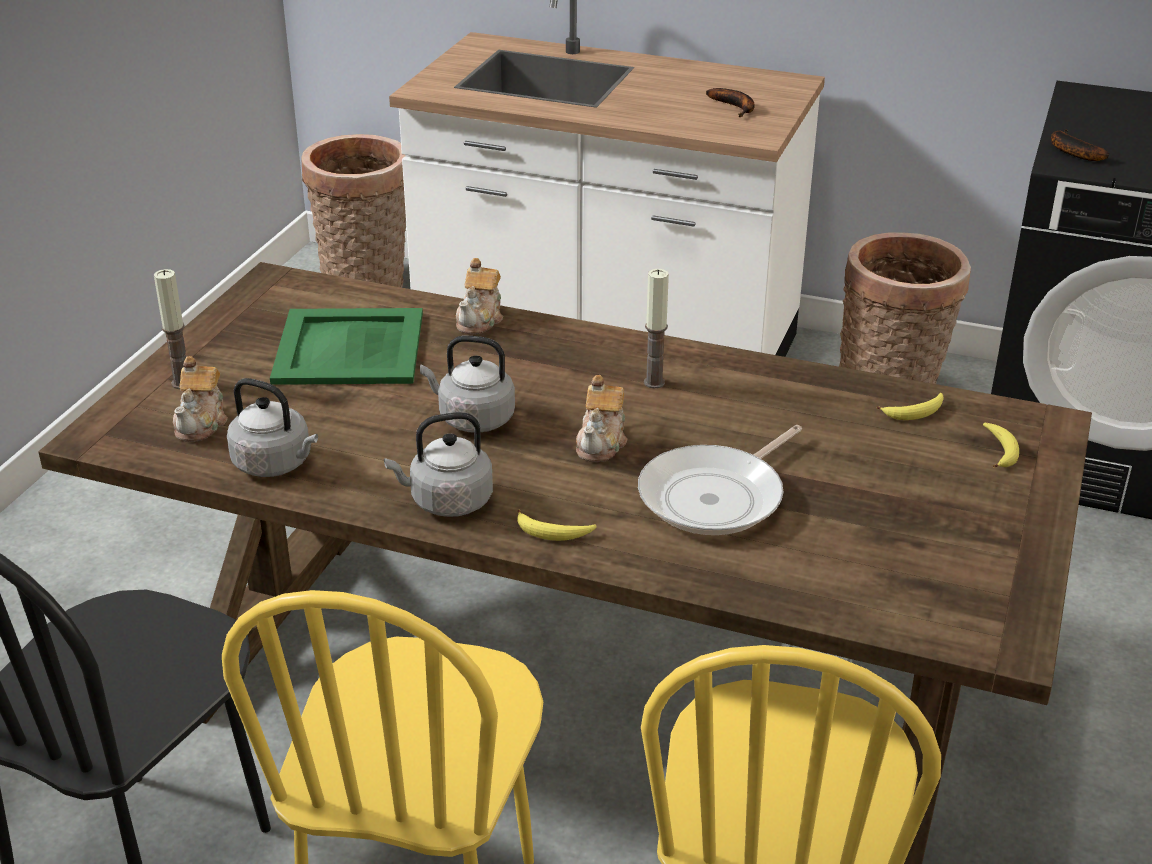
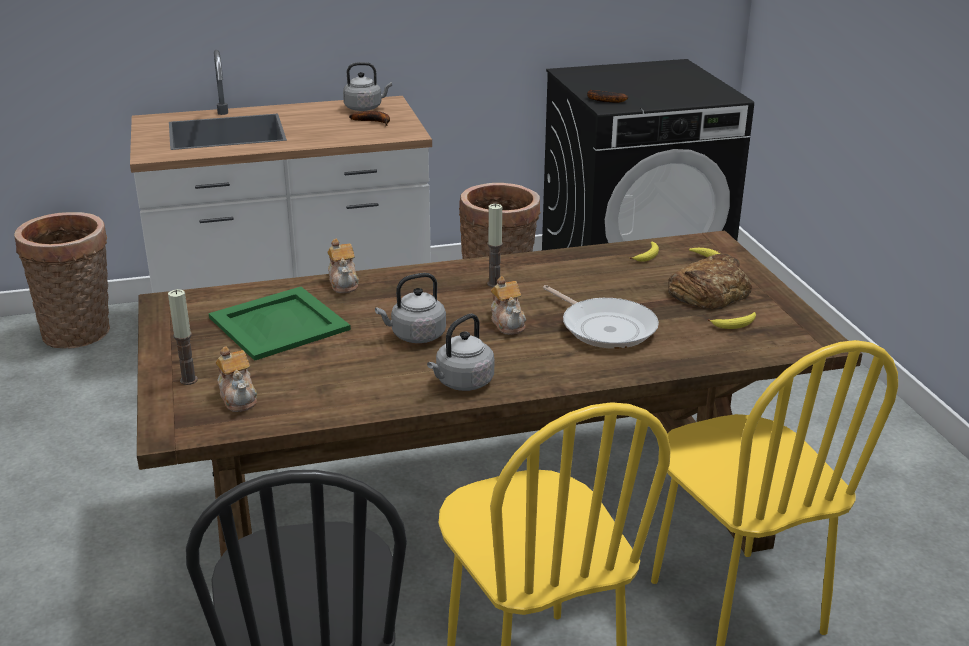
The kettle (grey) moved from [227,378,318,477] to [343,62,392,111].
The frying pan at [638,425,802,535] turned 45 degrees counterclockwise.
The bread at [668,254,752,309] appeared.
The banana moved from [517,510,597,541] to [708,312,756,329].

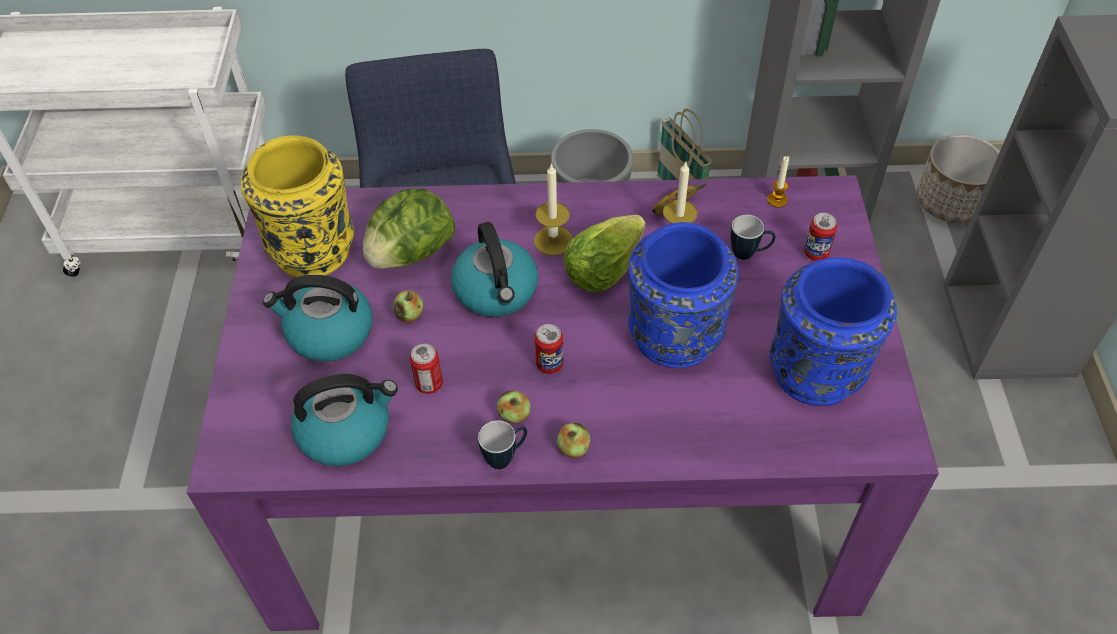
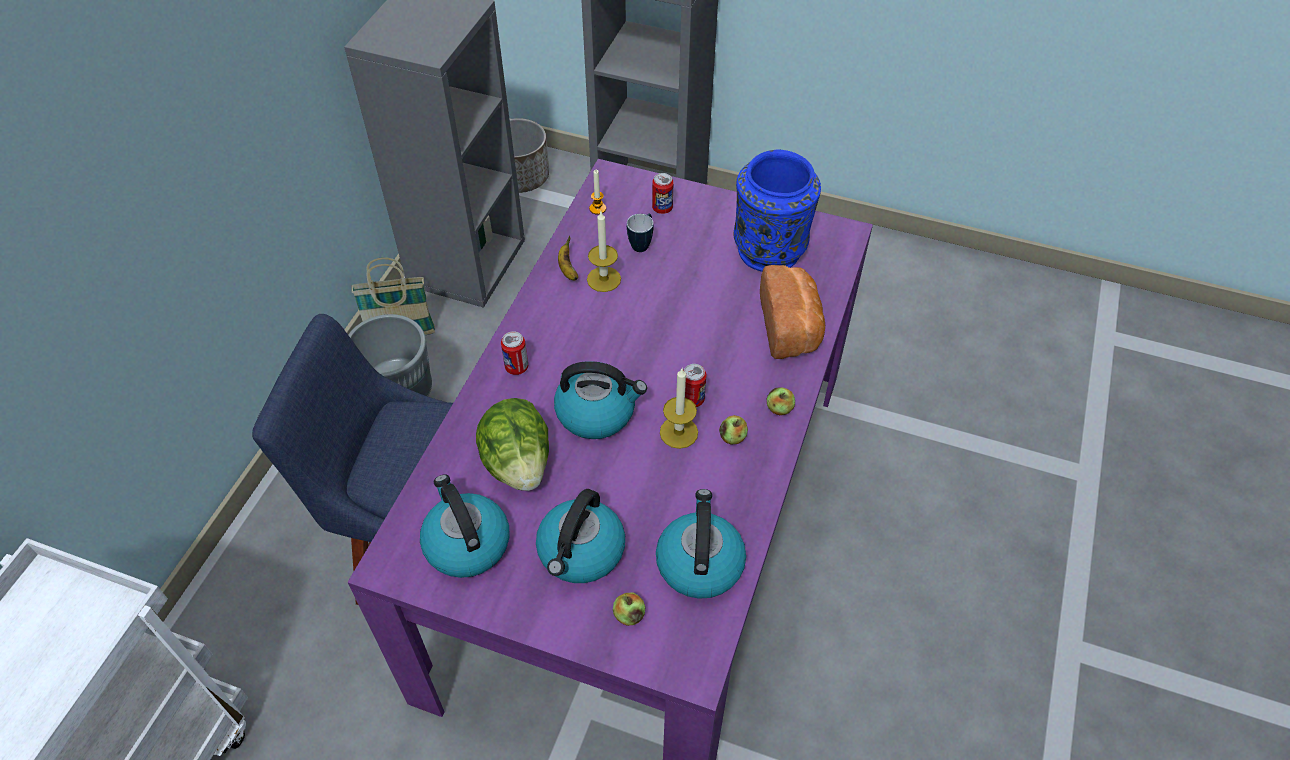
The vase (yellow) at [241,136,354,278] was replaced by the kettle at [420,474,510,578].
The can moved from [410,344,443,394] to [501,331,528,375].
The apple moved from [393,290,423,322] to [613,593,645,626].
The candle moved from [534,163,573,256] to [660,368,698,449].
The bread at [760,265,825,359] appeared.
The mug at [478,421,527,469] disappeared.
The lettuce at [563,215,646,292] disappeared.
The vase (blue) at [628,222,738,368] disappeared.

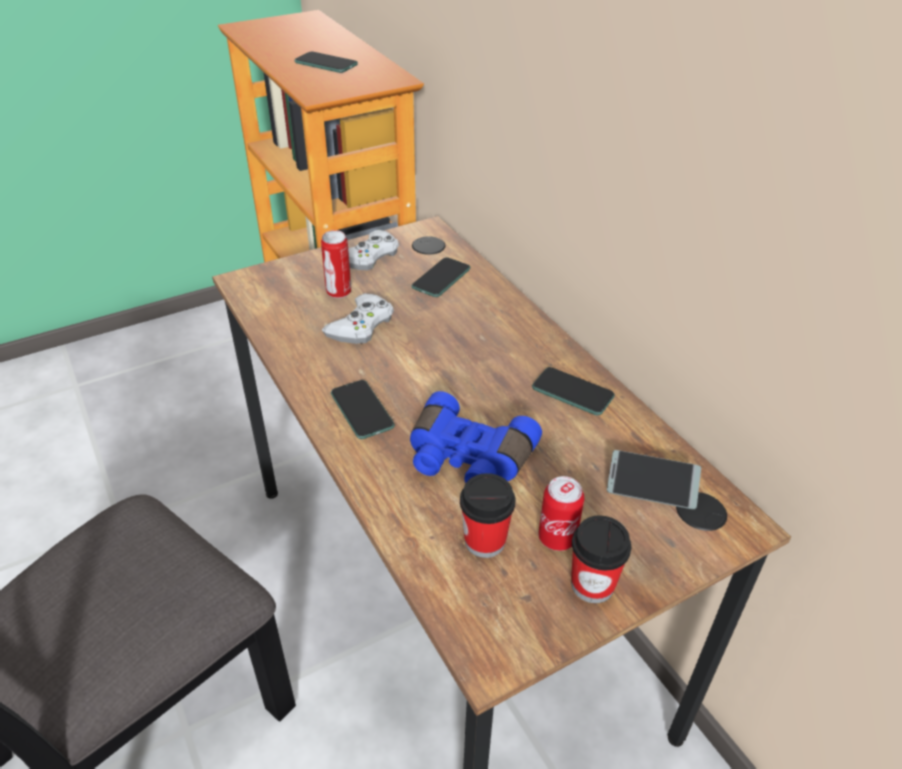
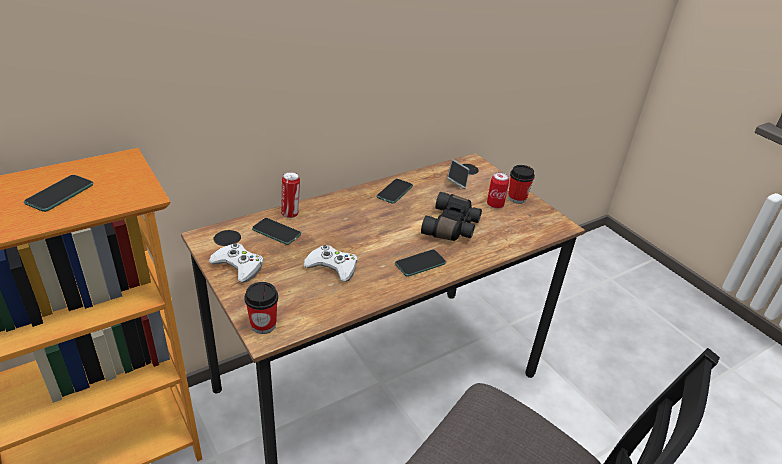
The cup moved from [460,473,515,558] to [245,282,278,334].
The can moved from [321,230,351,298] to [281,172,300,218].
The binoculars (blue) at [410,391,542,483] became the binoculars (black) at [421,192,482,241].

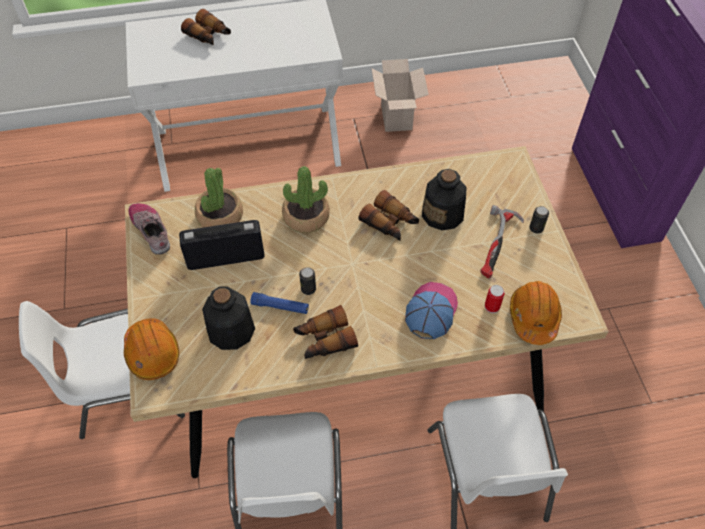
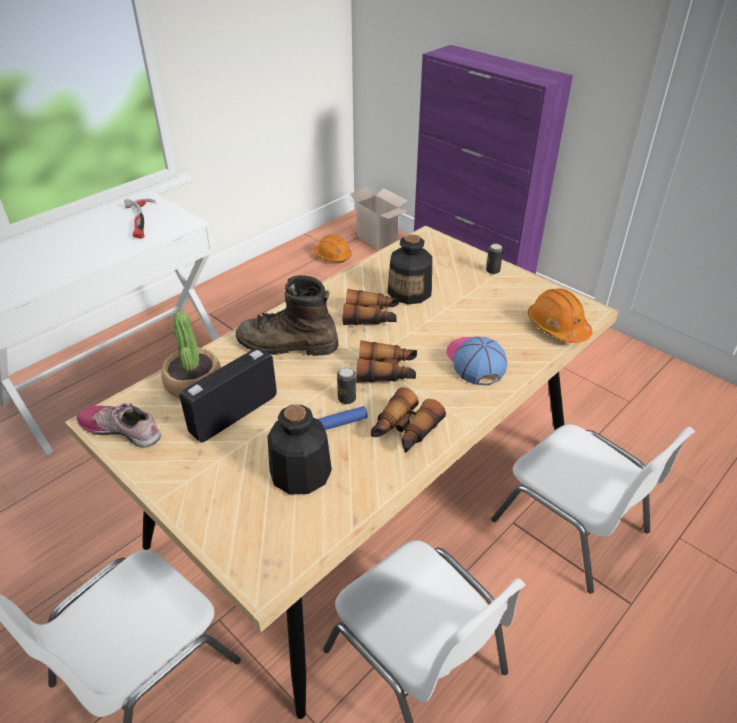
The hammer moved from [480,205,524,278] to [124,199,156,239].
The potted plant at [282,166,330,233] was replaced by the boot (brown) at [236,275,338,356].
The hard hat (orange) moved from [124,318,179,380] to [313,235,352,263].
The cardboard box moved from [371,59,429,132] to [349,187,407,250].
The binoculars moved from [181,9,231,46] to [356,340,417,382].
The can at [485,285,505,313] disappeared.

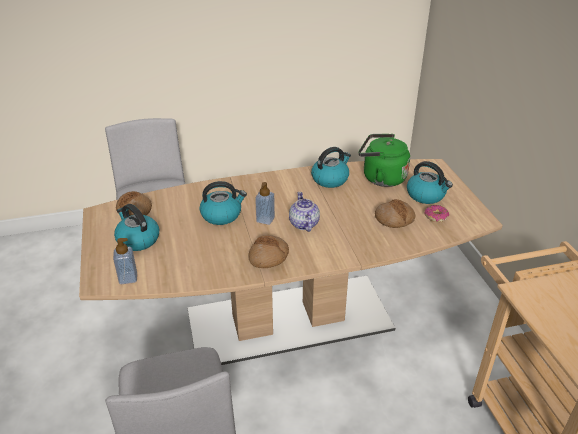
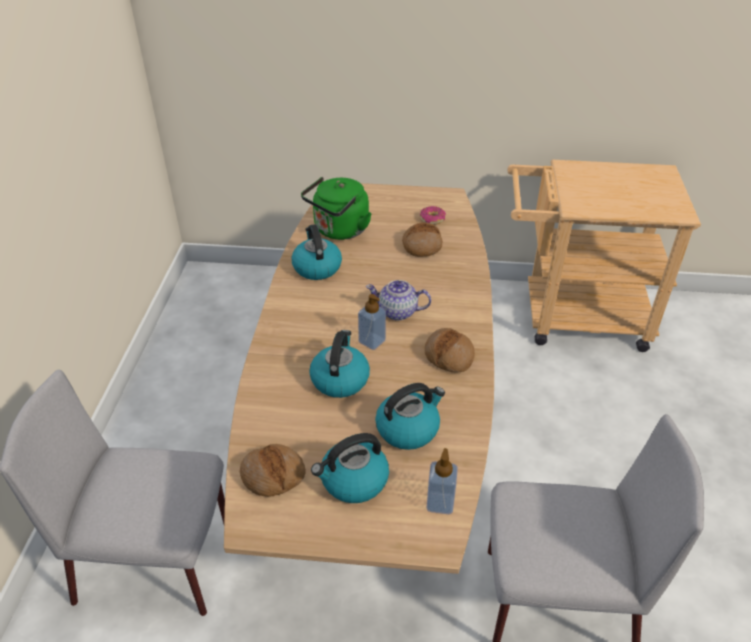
The kettle moved from [407,161,453,204] to [375,383,445,450].

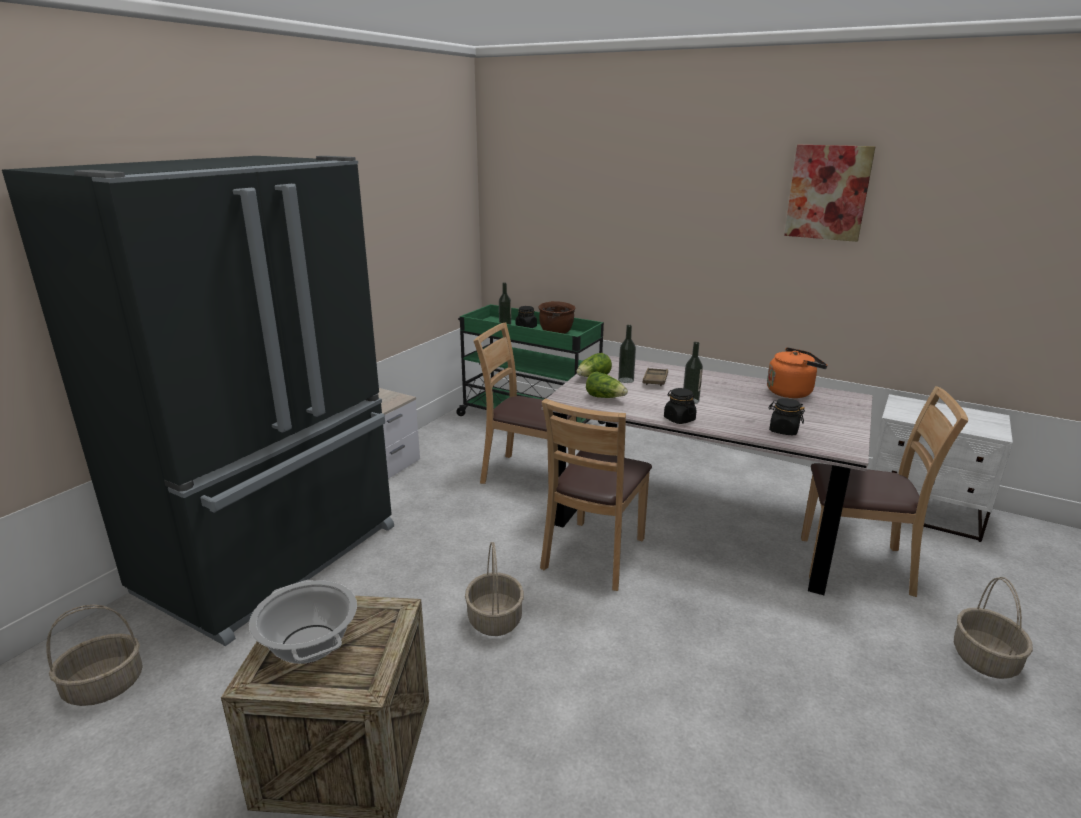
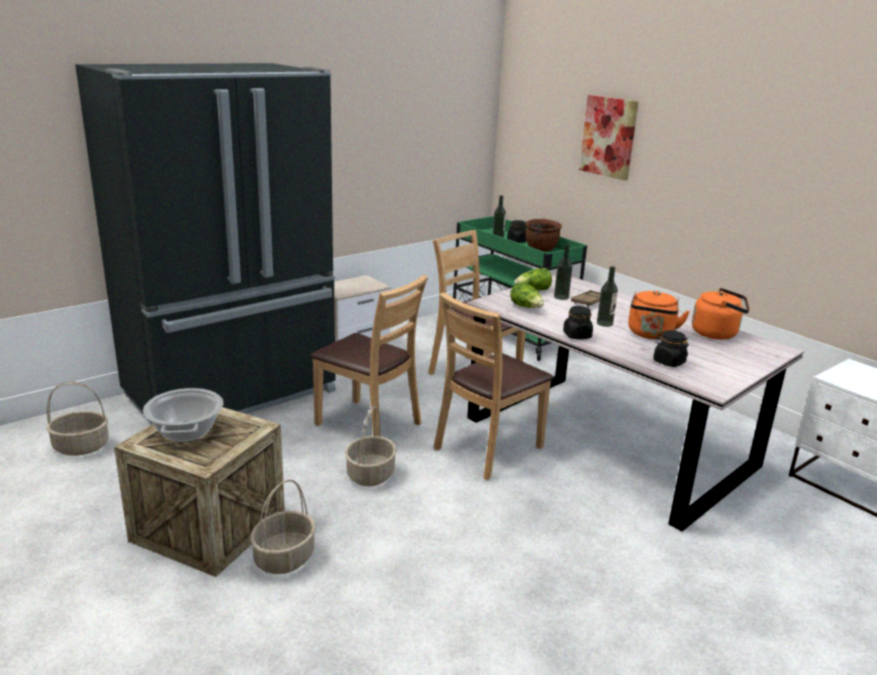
The basket moved from [954,577,1033,679] to [250,480,316,574].
The chair (brown) moved from [801,386,968,597] to [310,275,428,436].
The picture moved from [784,145,876,242] to [579,95,639,181].
The kettle (orange) at [628,291,690,339] appeared.

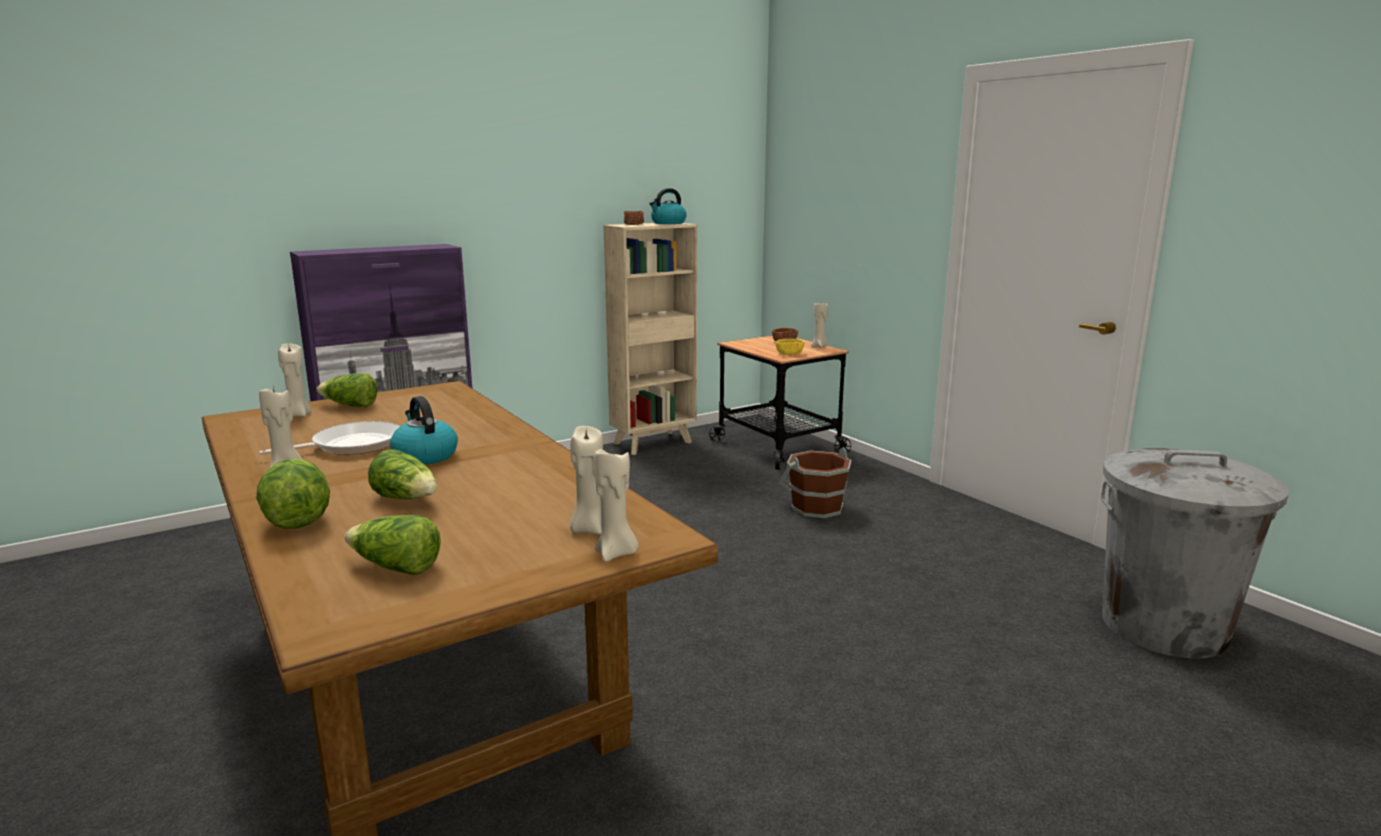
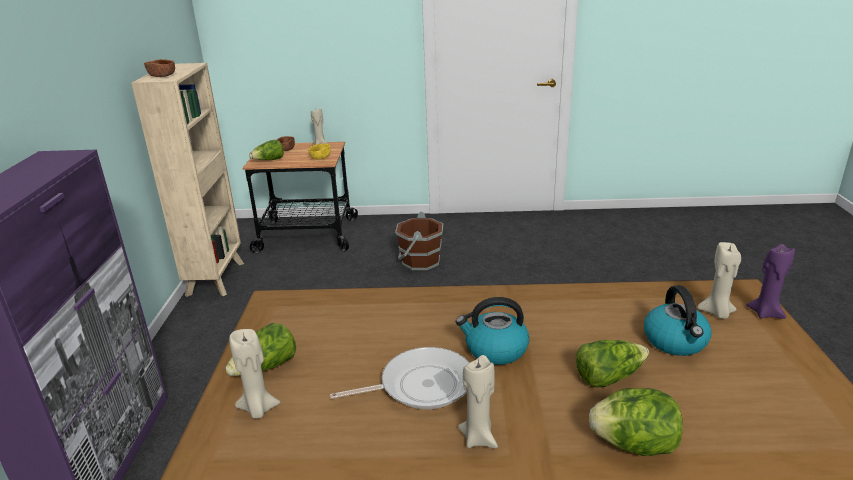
The lettuce moved from [345,515,441,575] to [249,139,284,160].
The frying pan at [259,421,400,455] turned 75 degrees clockwise.
The kettle moved from [649,188,686,224] to [644,285,712,356].
The candle (beige) at [594,447,639,562] became the candle (purple) at [746,244,795,319].
The trash can (grey) at [1101,448,1289,658] disappeared.

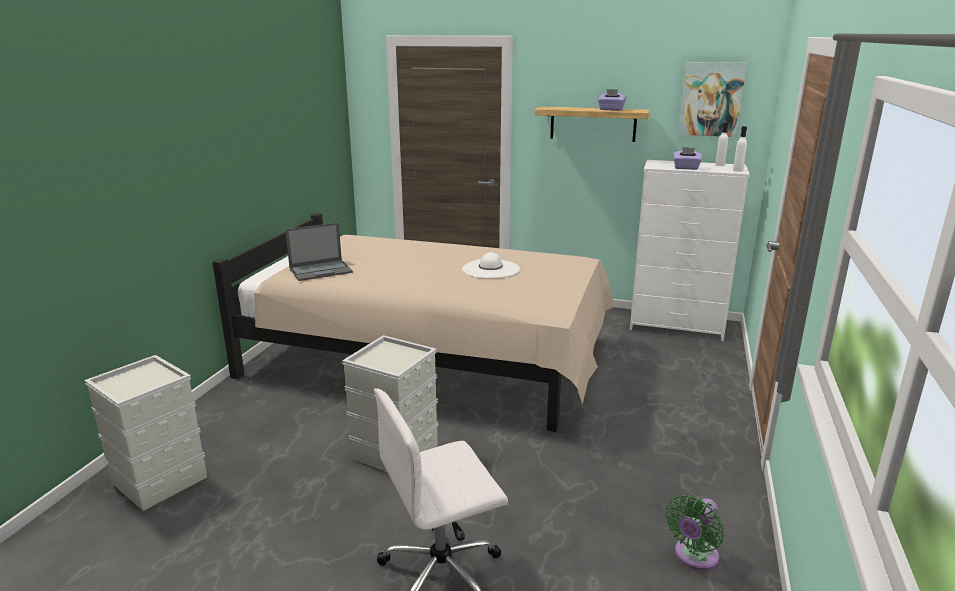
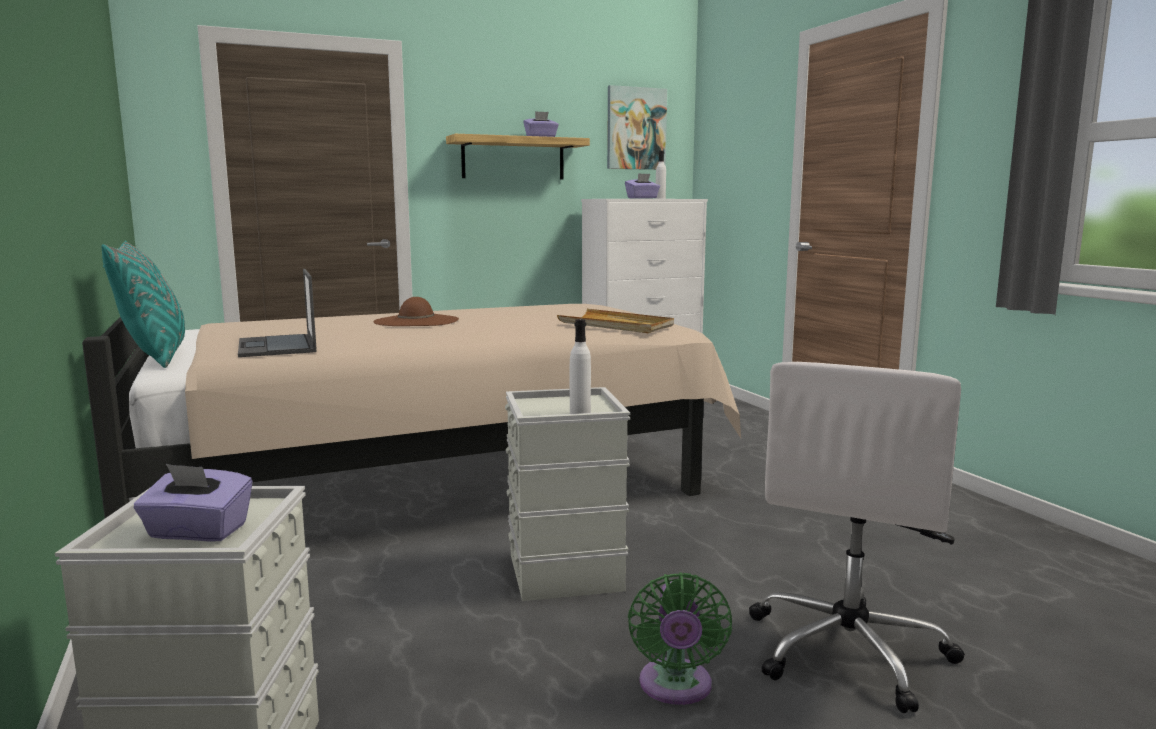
The pillow (turquoise) at [101,240,185,368] appeared.
The tissue box (purple) at [134,464,253,542] appeared.
The laptop at [285,223,353,281] turned 135 degrees clockwise.
The hat (brown) at [373,297,459,326] appeared.
The tray (beige) at [557,309,674,333] appeared.
The bottle (white) moved from [733,126,747,172] to [570,319,591,414].
The fan (green) moved from [666,495,724,570] to [628,572,732,705].
The hat (white) at [462,252,520,278] disappeared.

